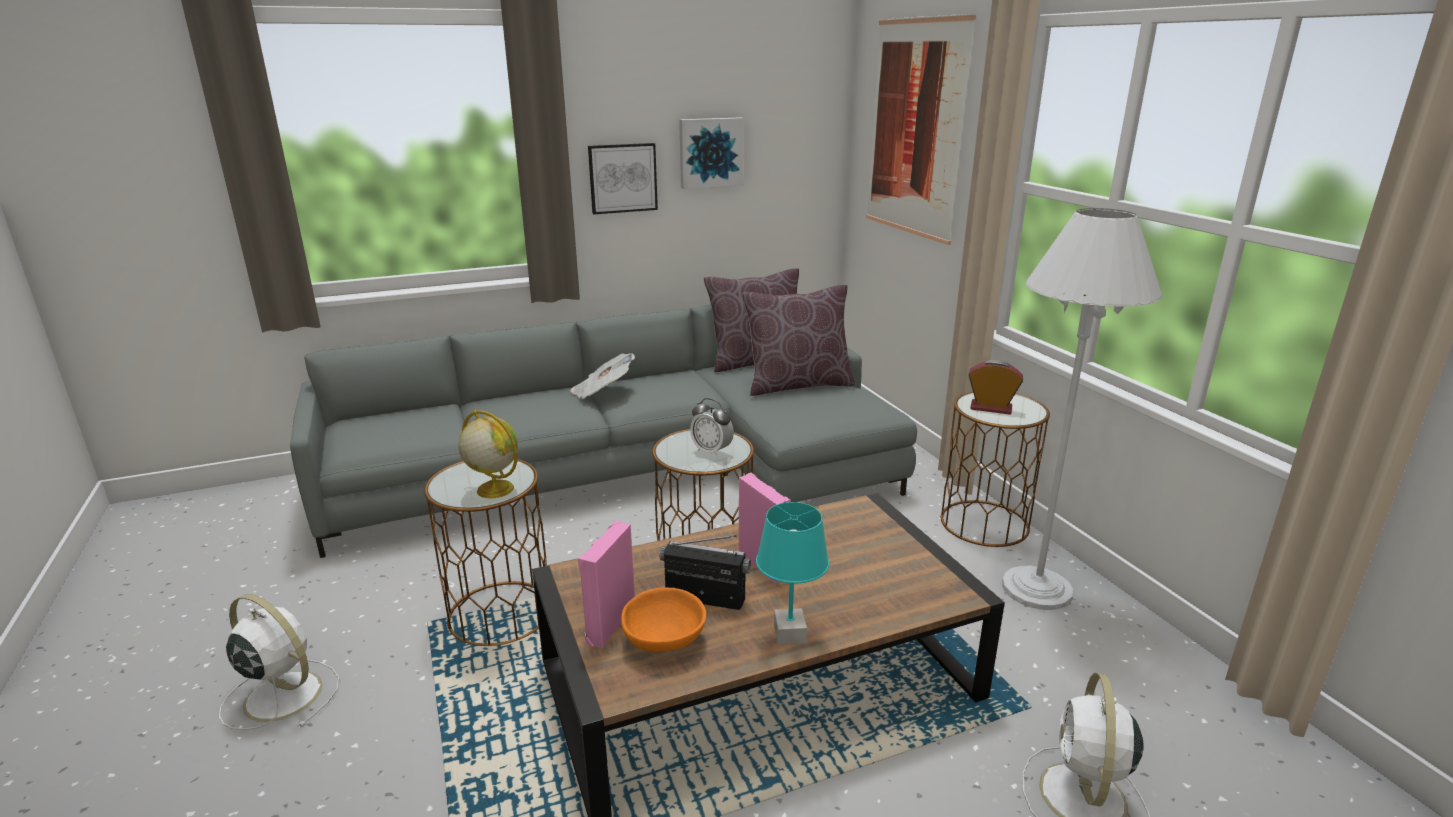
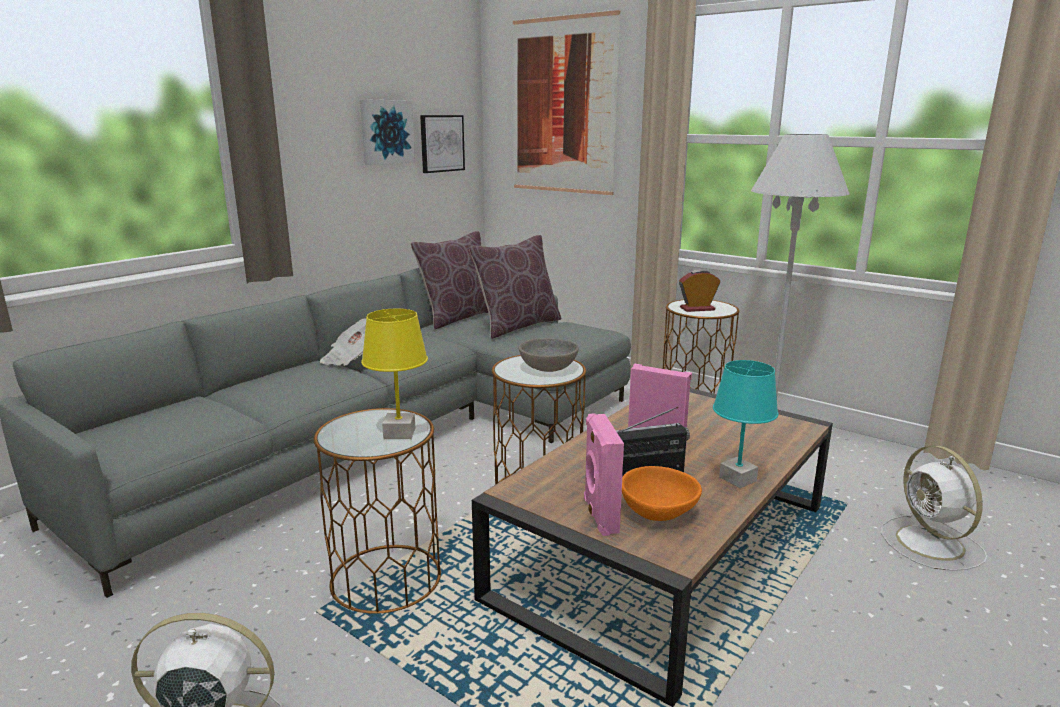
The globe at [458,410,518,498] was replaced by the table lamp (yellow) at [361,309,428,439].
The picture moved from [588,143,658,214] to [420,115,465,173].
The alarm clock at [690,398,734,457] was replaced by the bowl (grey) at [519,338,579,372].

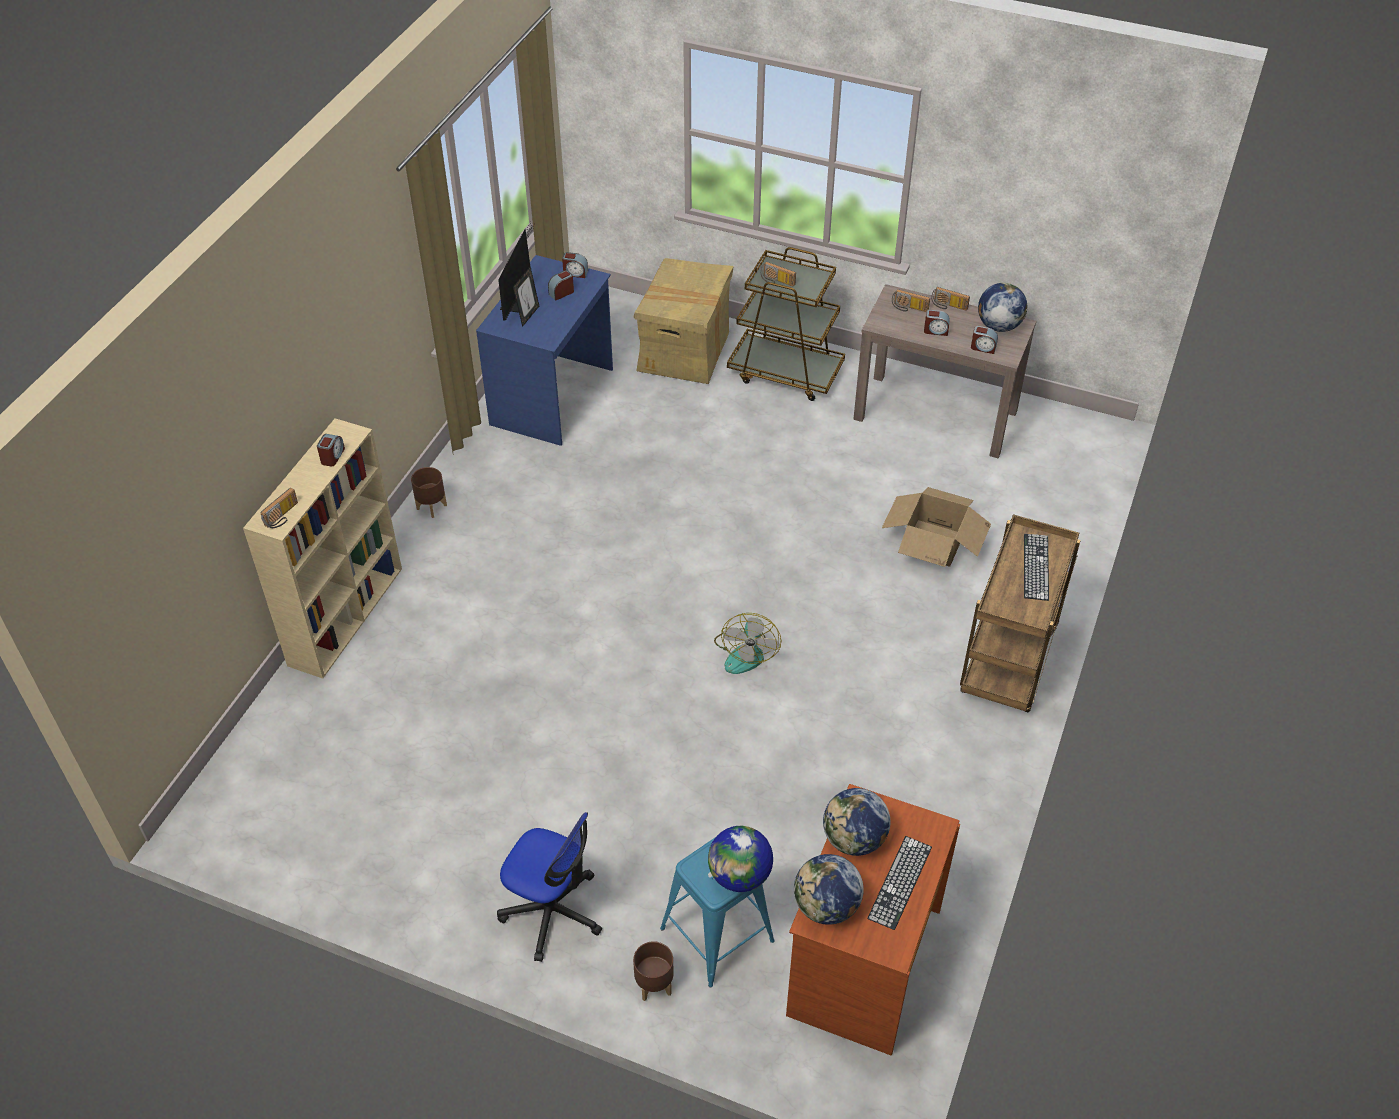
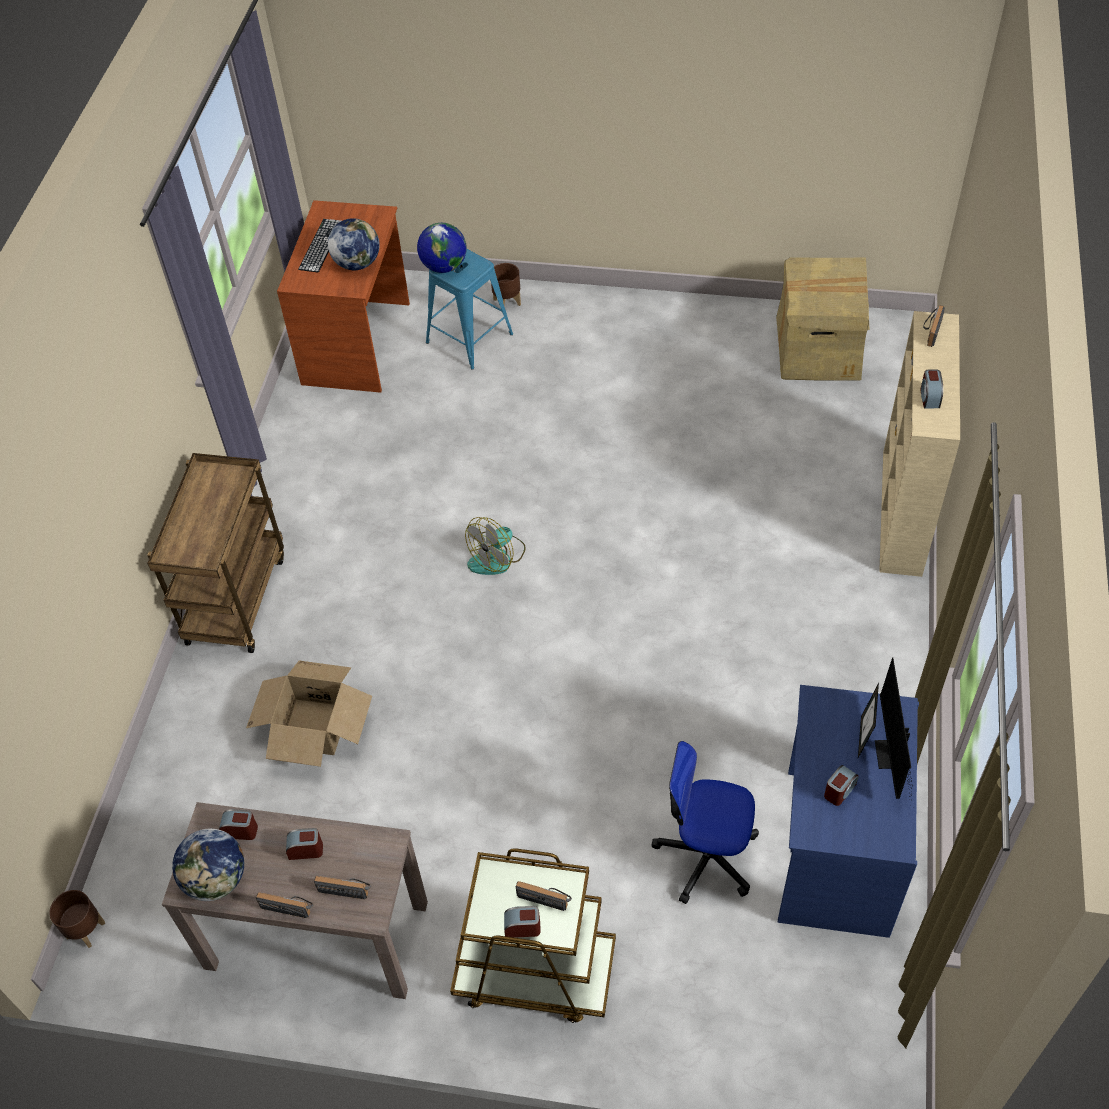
The planter (brown) moved from [411,467,447,518] to [49,890,105,948].
The fan at [714,613,781,674] turned 135 degrees counterclockwise.
The alarm clock moved from [562,252,588,278] to [504,906,541,938].
The office chair moved from [497,812,602,962] to [651,741,759,904].
The cardboard box moved from [634,258,734,384] to [776,258,870,381].
The globe at [794,854,864,925] disappeared.
The keyboard at [1024,534,1049,601] disappeared.

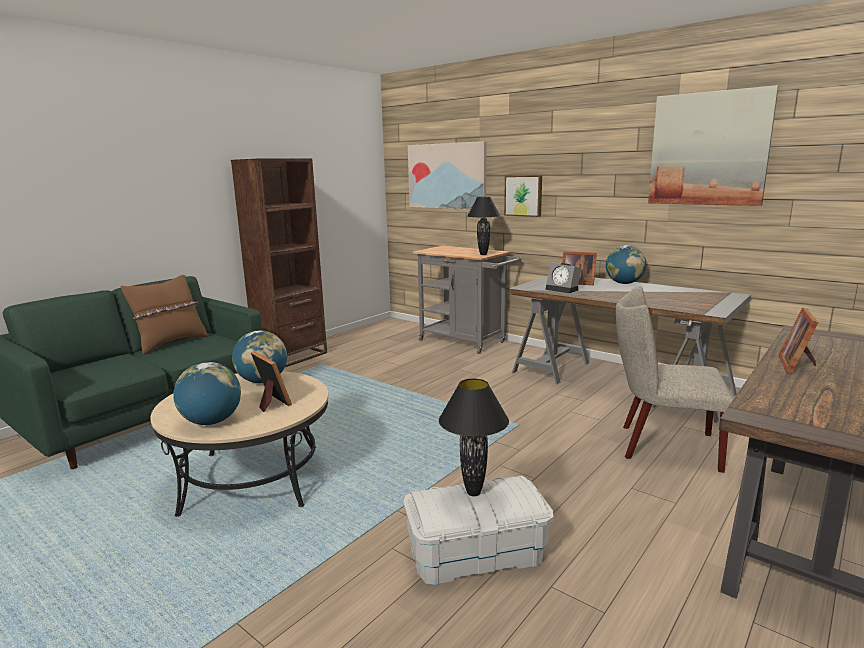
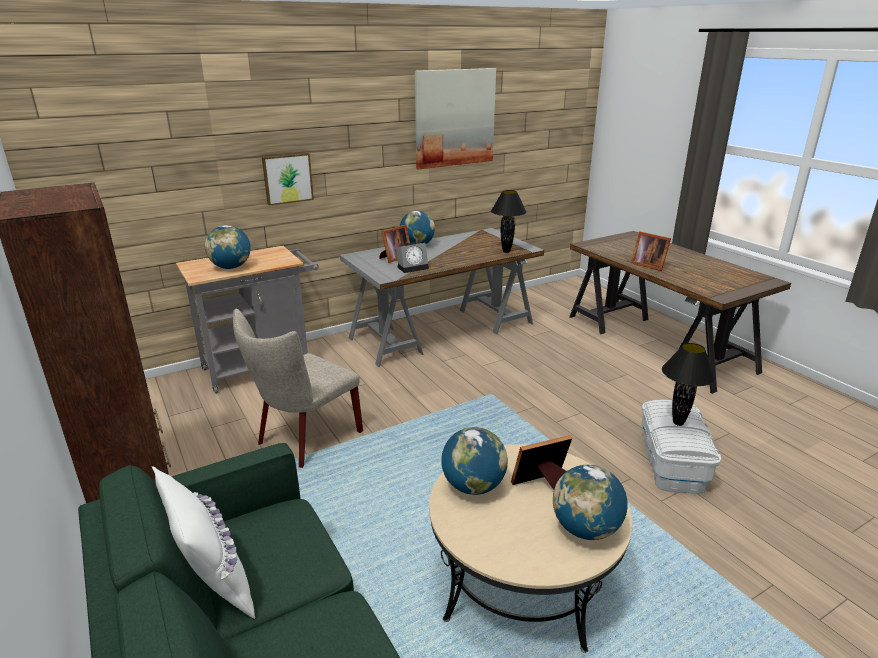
The pillow (brown) at [121,275,207,355] became the pillow (white) at [152,466,255,619].
The globe at [205,225,251,269] appeared.
The chair (beige) moved from [616,286,733,473] to [233,308,363,468].
The table lamp (black) moved from [468,197,500,255] to [491,190,527,253].
The picture at [408,141,486,209] disappeared.

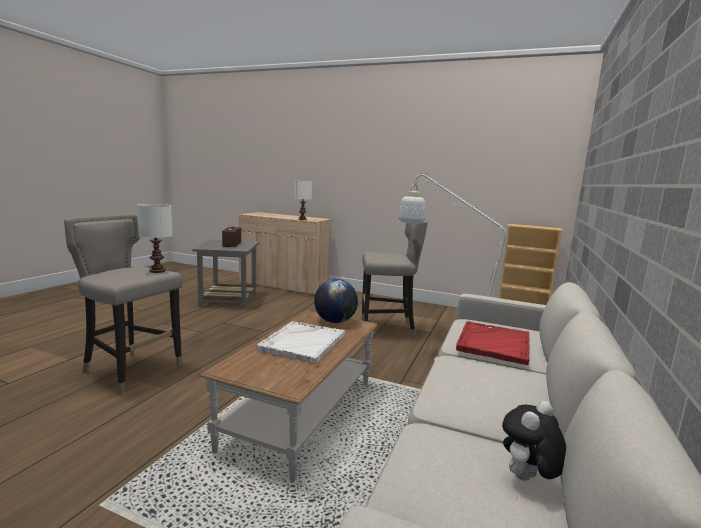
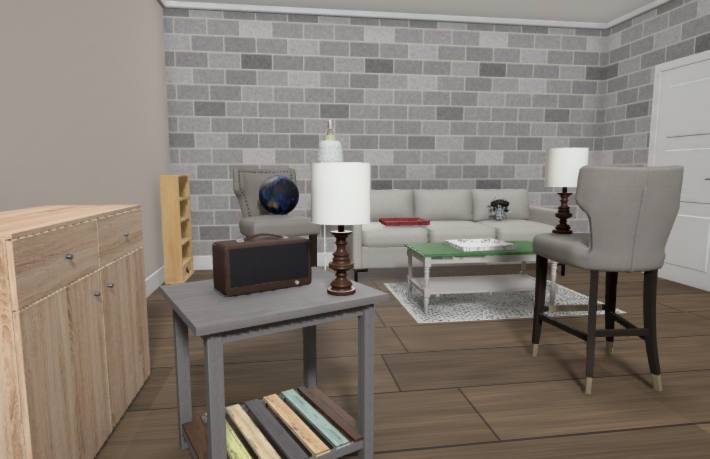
The globe moved from [314,279,358,323] to [259,175,299,215].
The table lamp (white) moved from [294,181,312,220] to [311,162,371,296].
The coffee table (brown) at [199,311,378,482] became the coffee table (green) at [404,241,558,314].

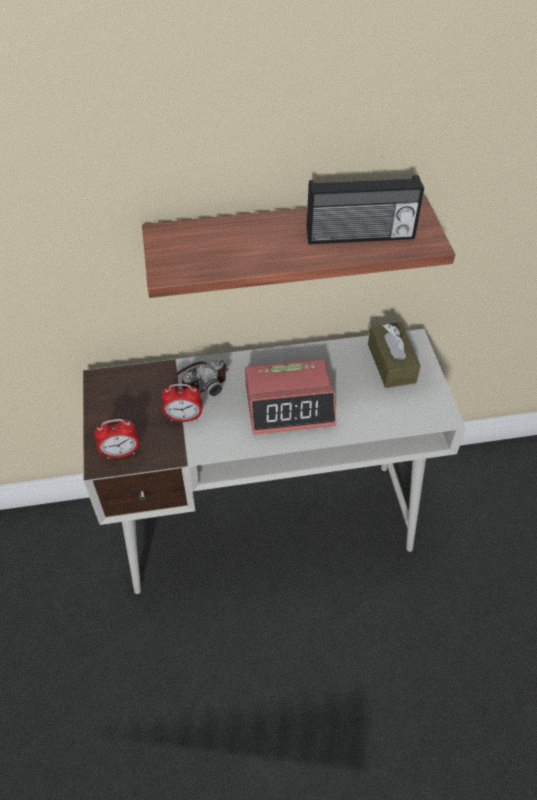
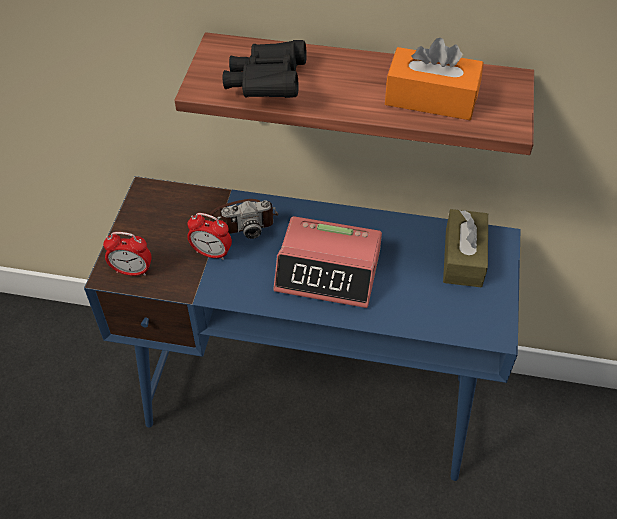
The desk (white) at [83,329,466,594] became the desk (blue) at [84,176,521,481].
The binoculars (black) at [223,40,307,98] appeared.
The radio at [306,175,424,244] was replaced by the tissue box (orange) at [385,38,484,120].

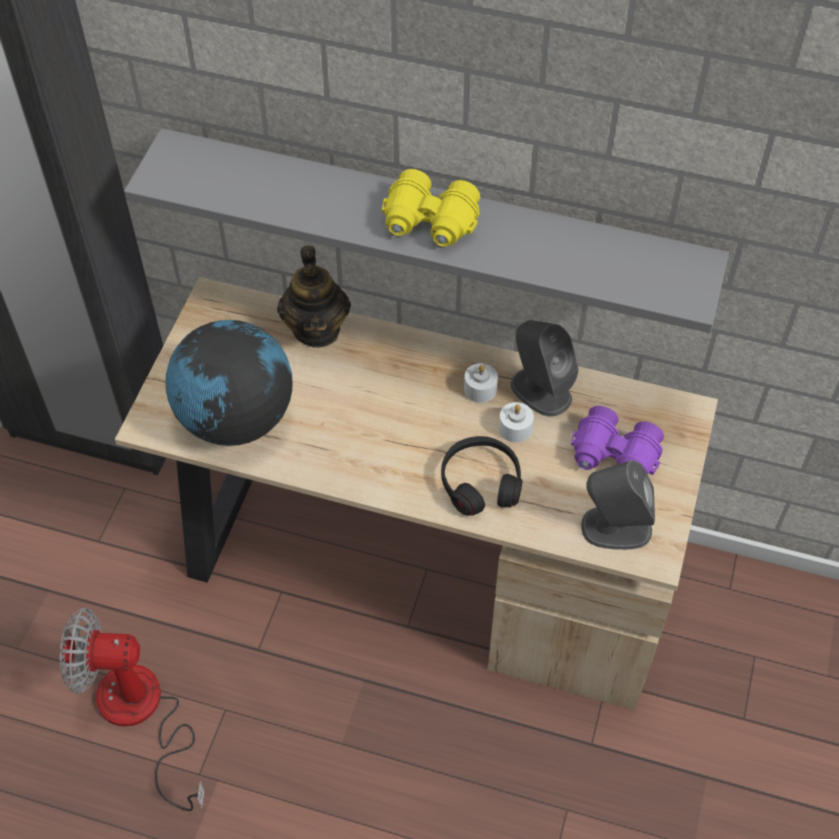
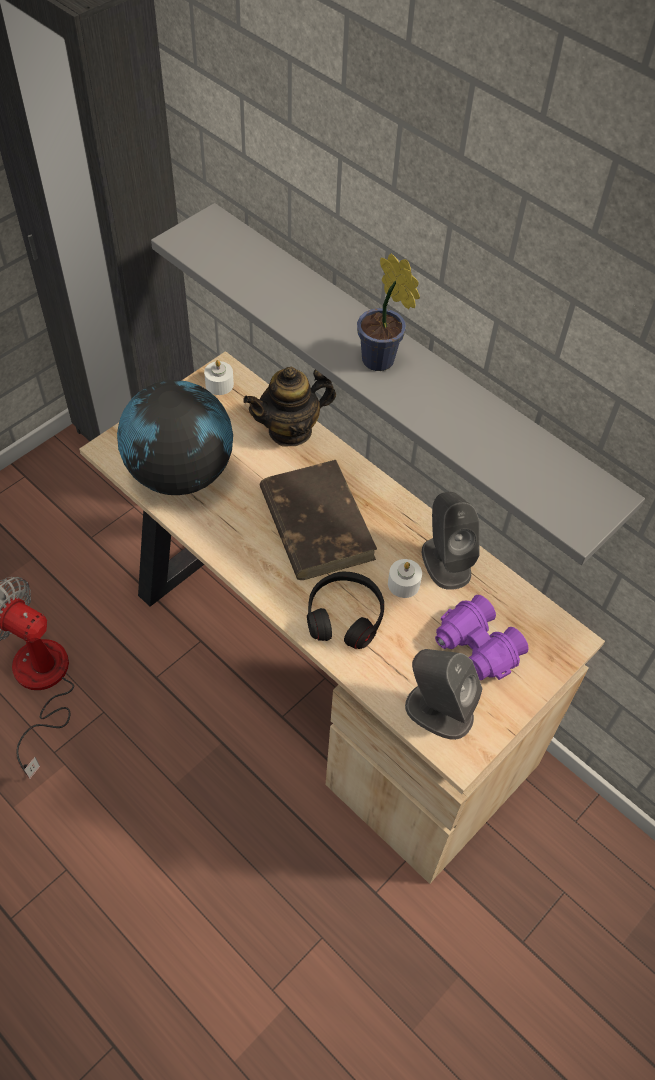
The candle (white) moved from [464,363,498,403] to [204,360,234,395].
The teapot at [277,246,351,348] turned 45 degrees clockwise.
The book (brown) at [260,460,377,580] appeared.
The binoculars (yellow) at [382,169,480,247] was replaced by the potted plant at [357,253,420,371].

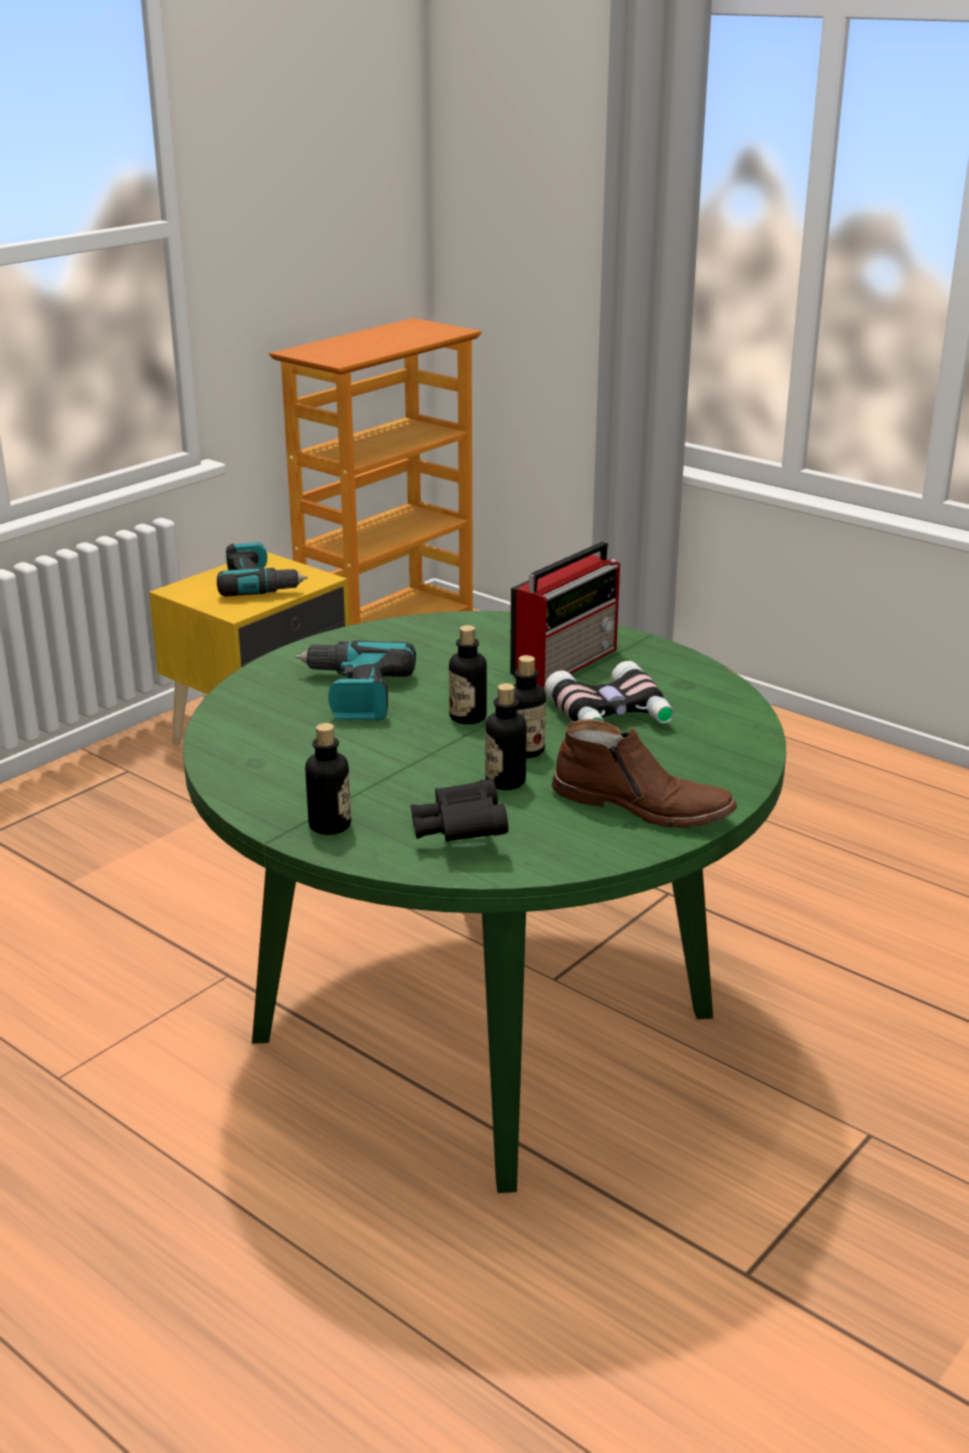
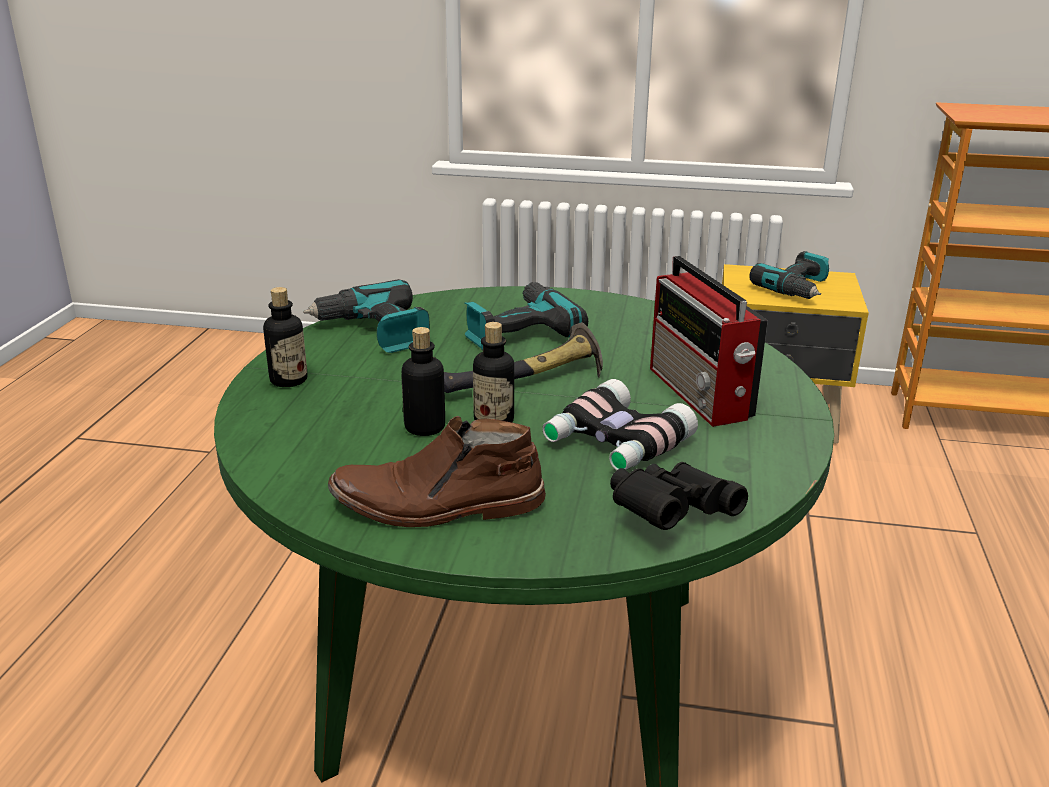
The power drill at [303,279,430,353] appeared.
The boot (brown) at [552,719,737,828] turned 90 degrees clockwise.
The bottle at [449,625,487,724] was replaced by the hammer at [444,322,603,393].
The binoculars (black) moved from [411,779,509,842] to [610,462,748,530].
The radio at [510,541,620,689] turned 60 degrees clockwise.

